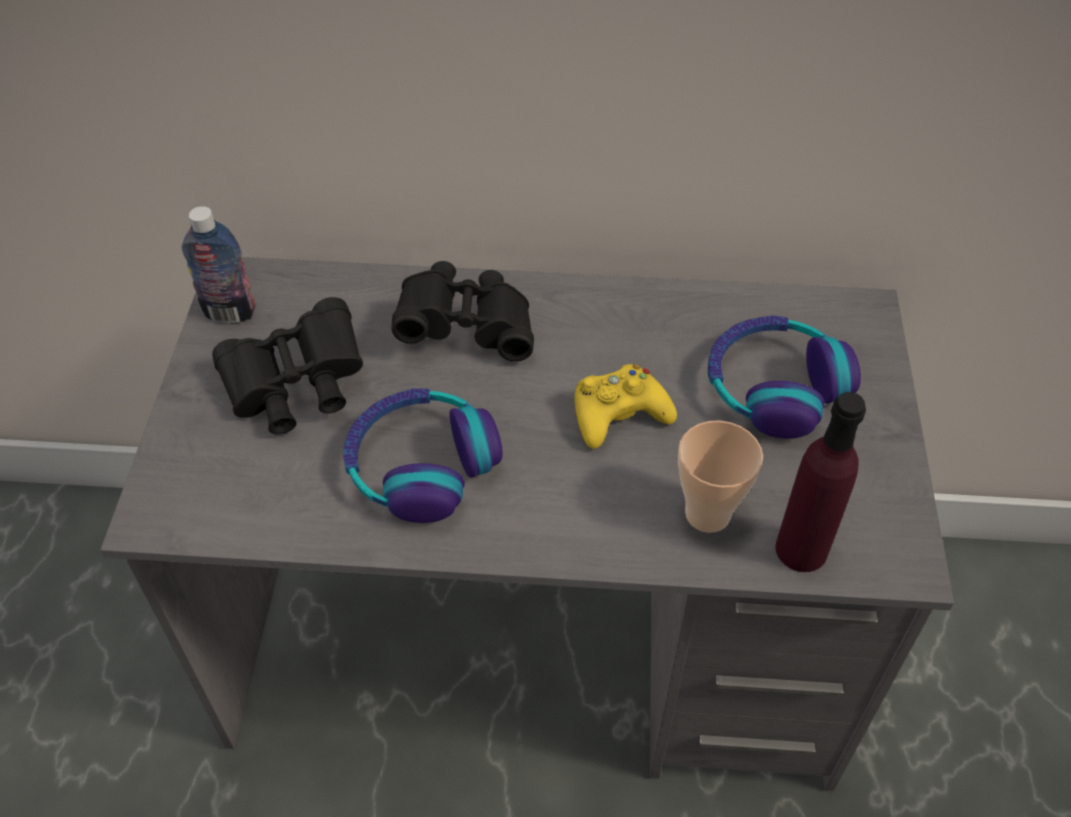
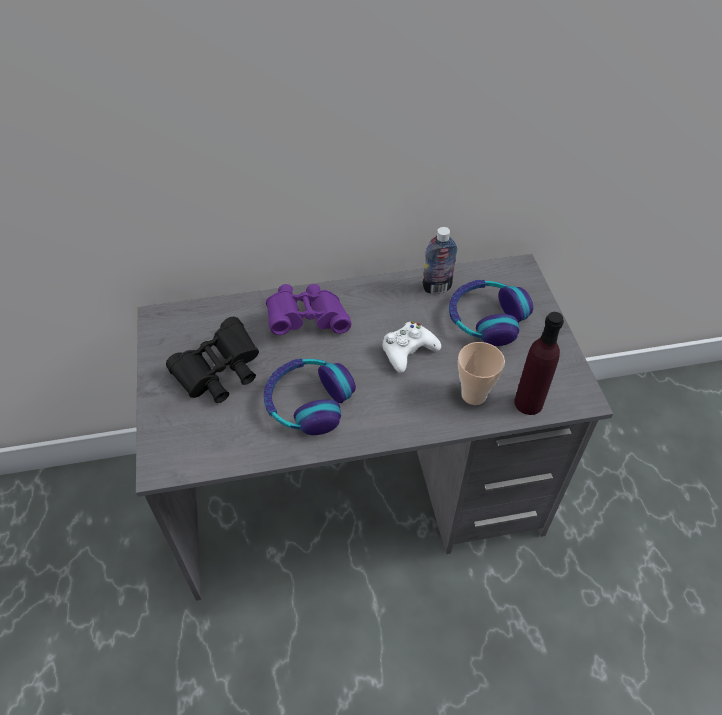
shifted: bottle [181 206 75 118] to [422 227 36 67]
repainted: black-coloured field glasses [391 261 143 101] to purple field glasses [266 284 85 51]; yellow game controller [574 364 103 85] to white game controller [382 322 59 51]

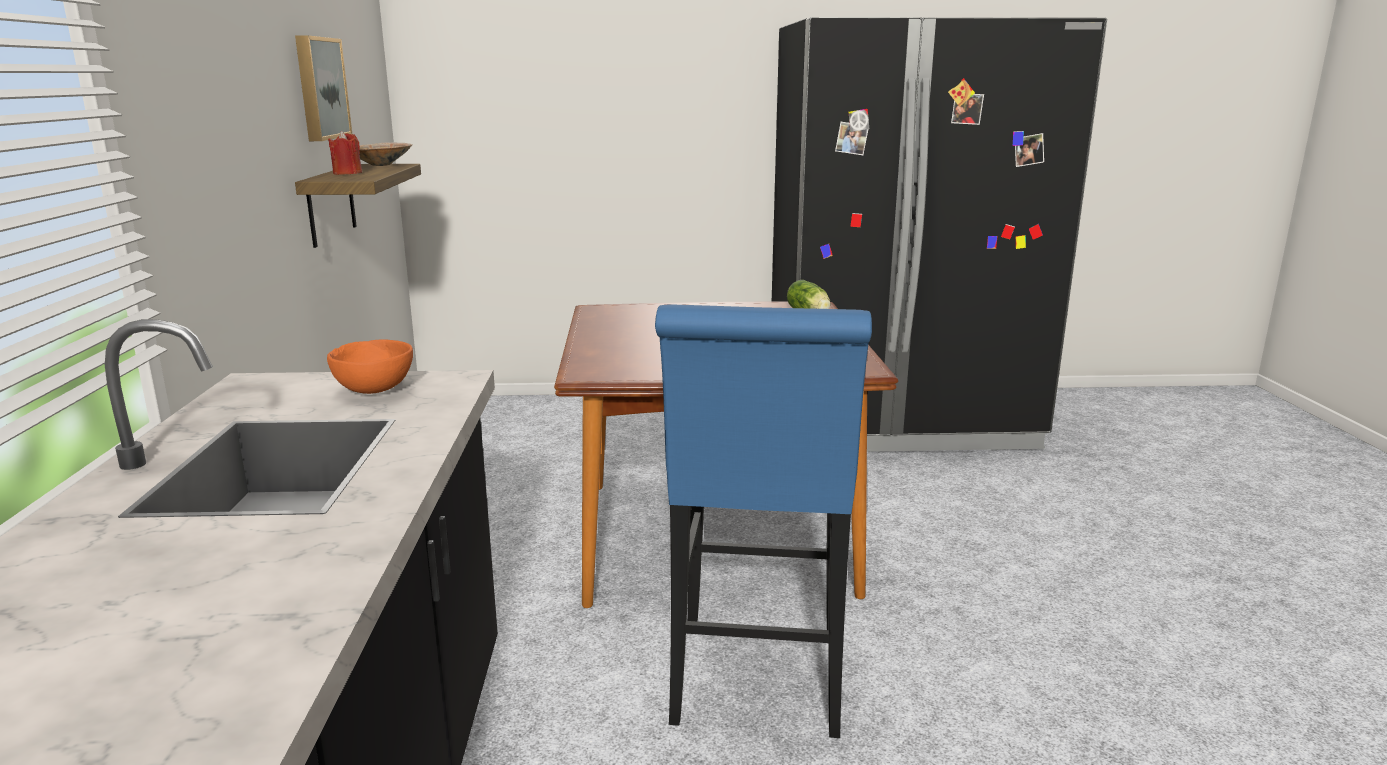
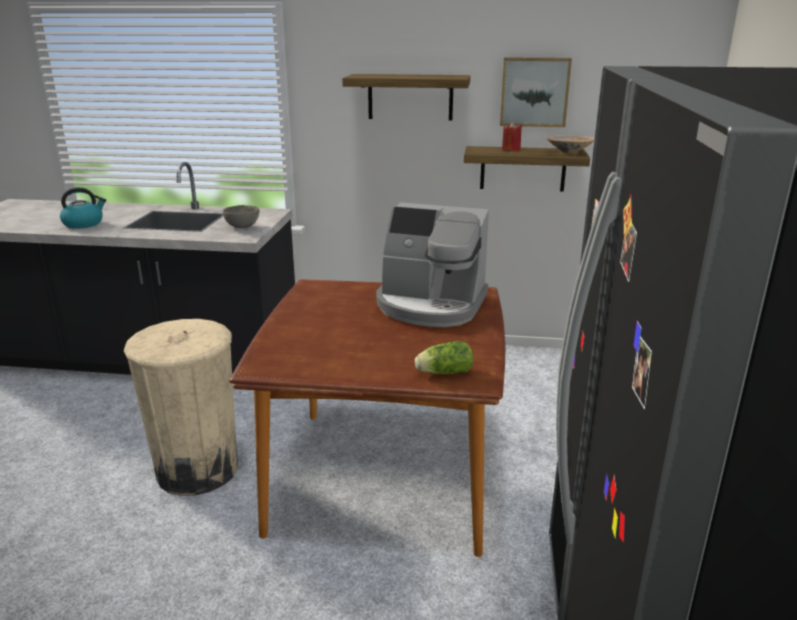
new: wall shelf [342 74 128 47]; water kettle [60 187 46 42]; coffee machine [376 202 113 125]
swapped: blue stool [655 304 217 434] to beige-coloured rubbish bin [124 319 114 177]
repainted: orange-coloured serving bowl [327 339 86 55] to grey serving bowl [223 205 36 23]

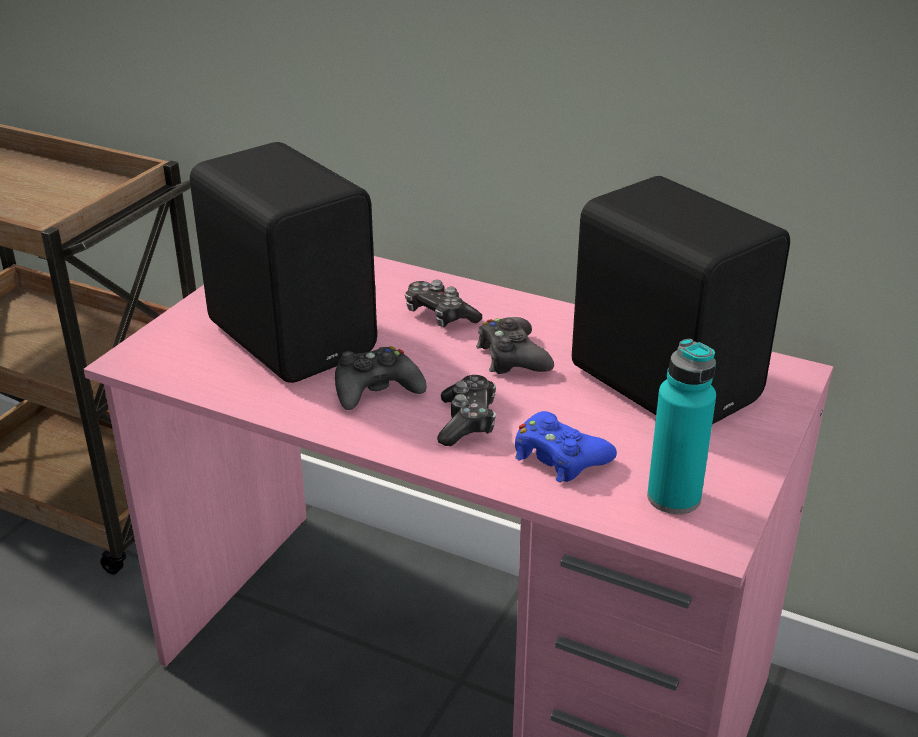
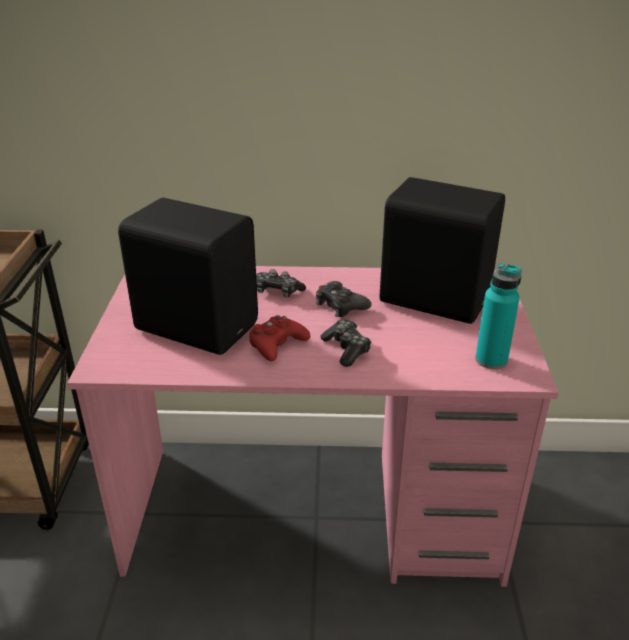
gone: blue game controller [515 411 102 72]
repainted: black-coloured game controller [335 346 92 64] to red-coloured game controller [249 315 61 47]

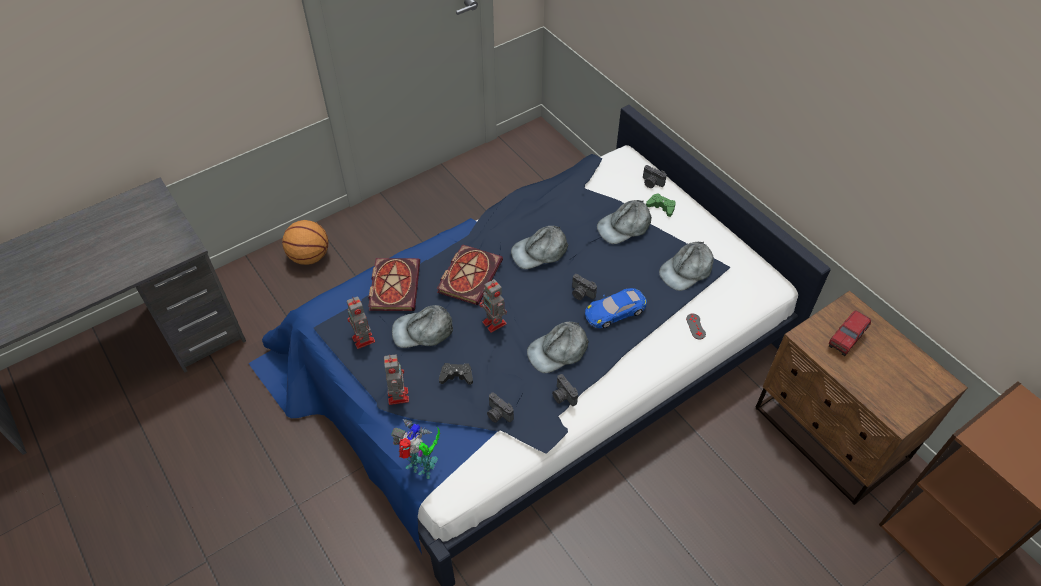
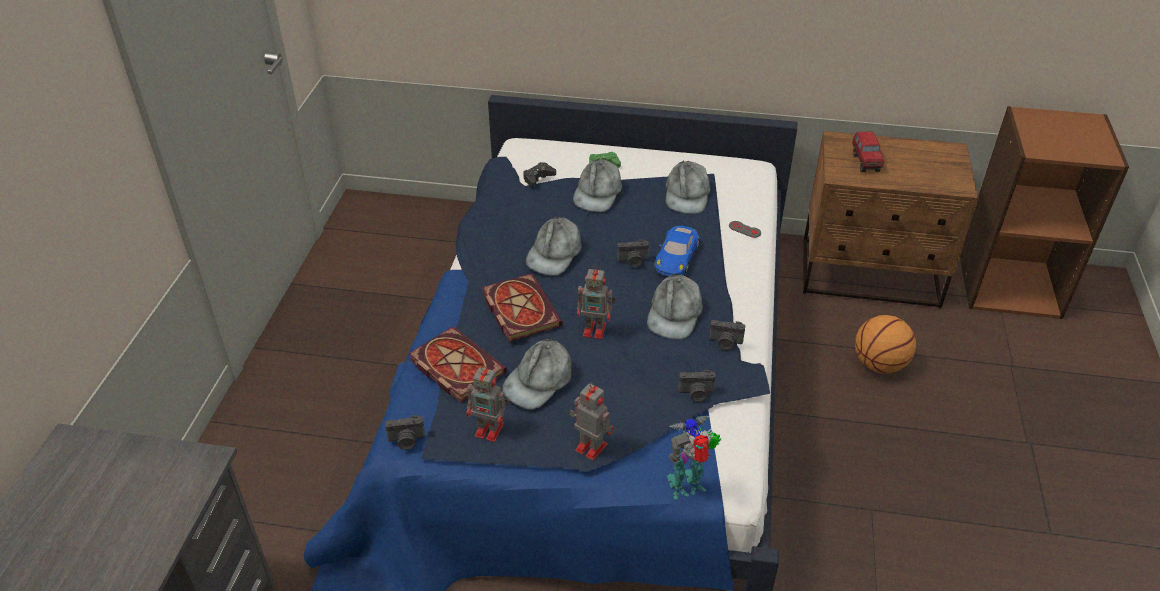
shifted: photo camera [643 165 24 23] to [385 415 40 35]; ball for basketball [282 220 47 45] to [855 315 61 59]; black-coloured game controller [439 363 34 22] to [523 162 33 25]

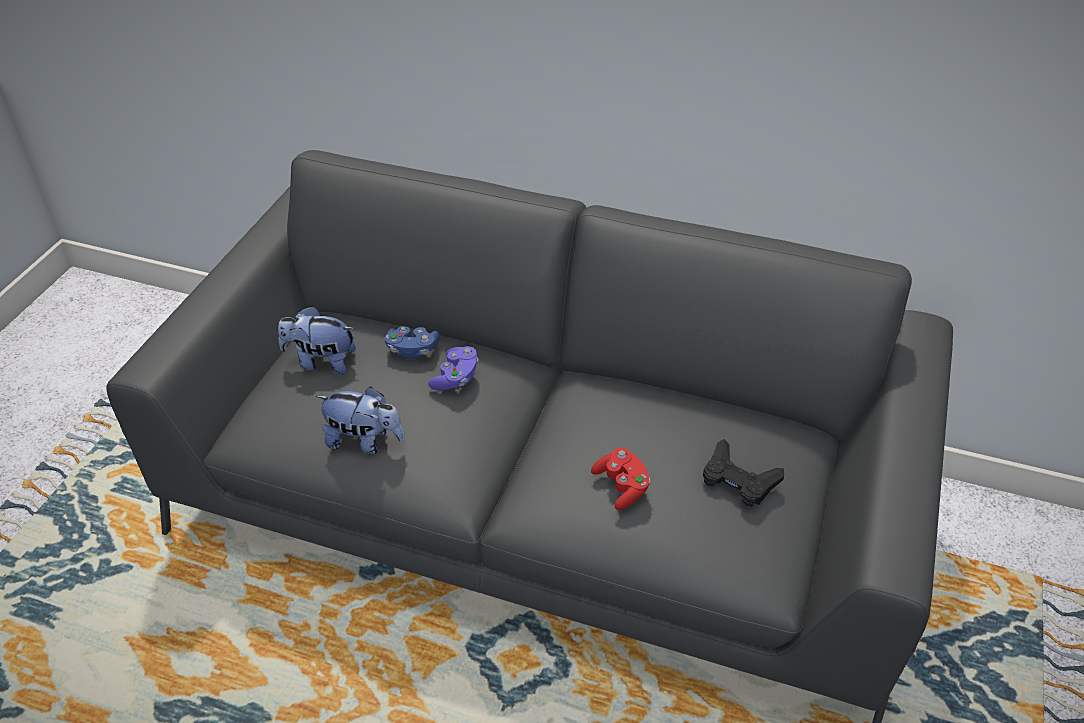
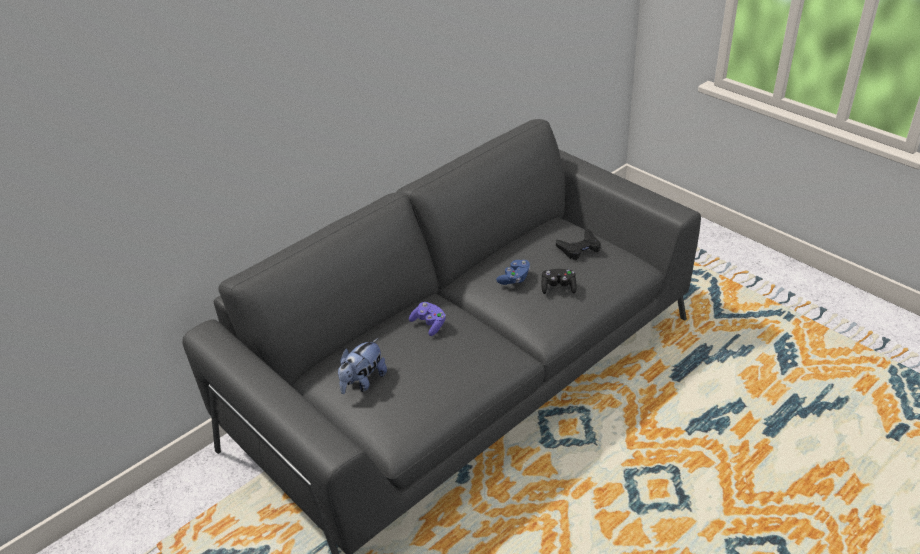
gone: plush toy [316 386 89 68]
shifted: blue game controller [385 326 55 33] to [496 260 34 25]
repainted: red-coloured game controller [591 448 60 62] to black-coloured game controller [541 269 35 25]

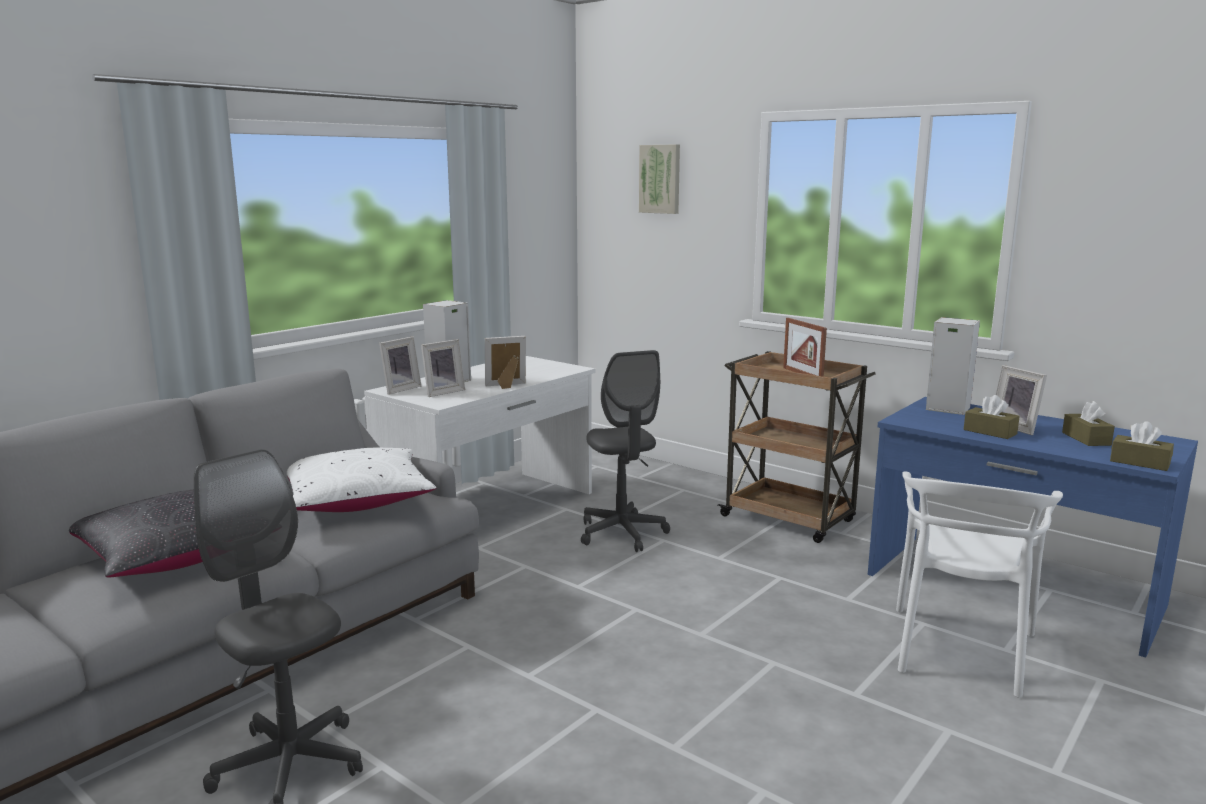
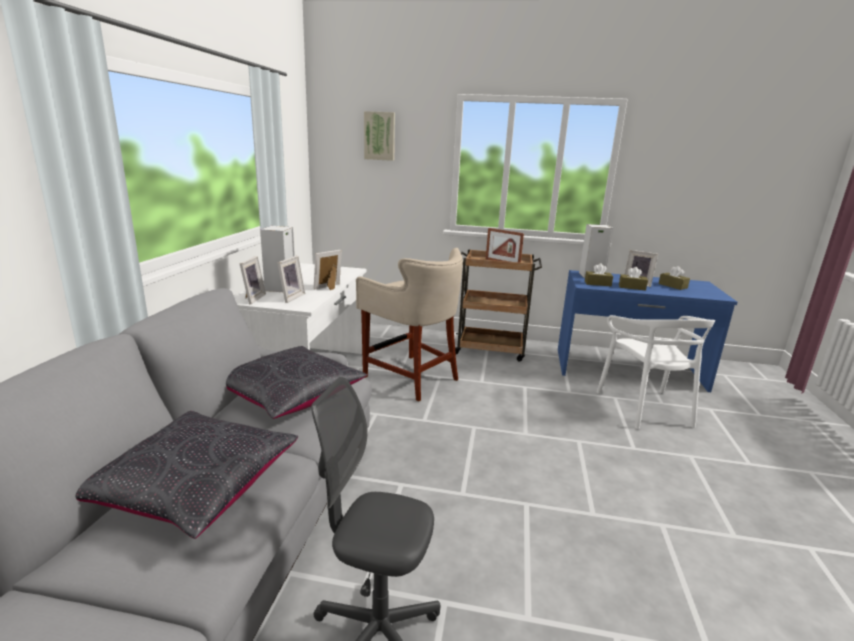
shifted: brownish tissue box [1110 421 64 50] to [585 263 28 23]
swapped: grey office chair [581 350 89 202] to beige-coloured stool [356 248 107 154]
repainted: white pillow [287 448 149 64] to black-coloured pillow [226 346 141 73]

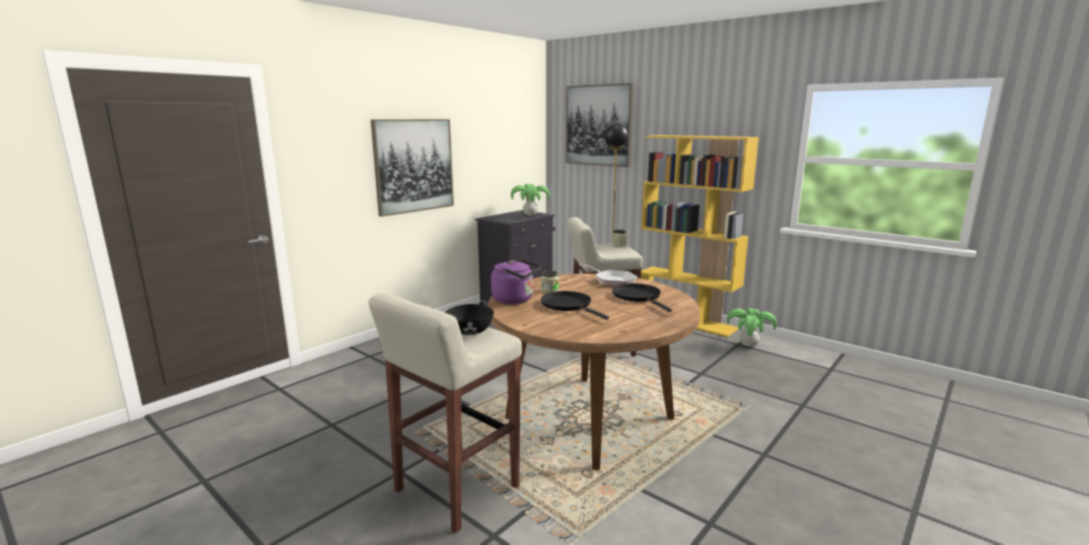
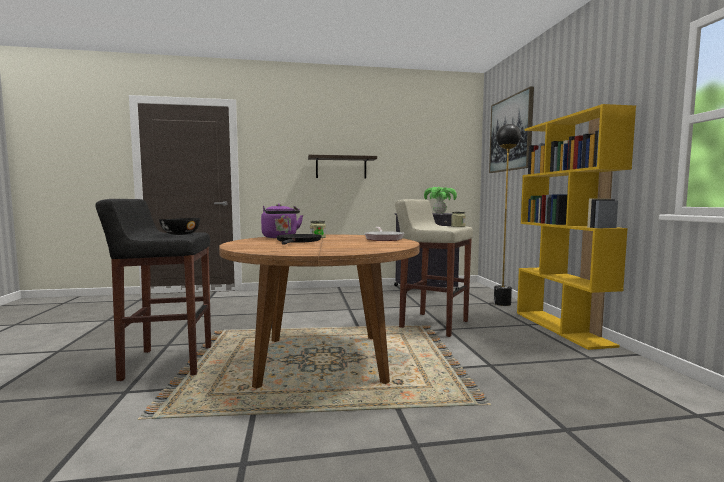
gone: black-coloured pan [612 283 60 29]; potted plant [727 308 50 39]
swapped: wall picture [371 119 83 98] to wall shelf [308 155 69 23]
repainted: beige-coloured stool [368 293 154 240] to black-coloured stool [95 199 116 182]

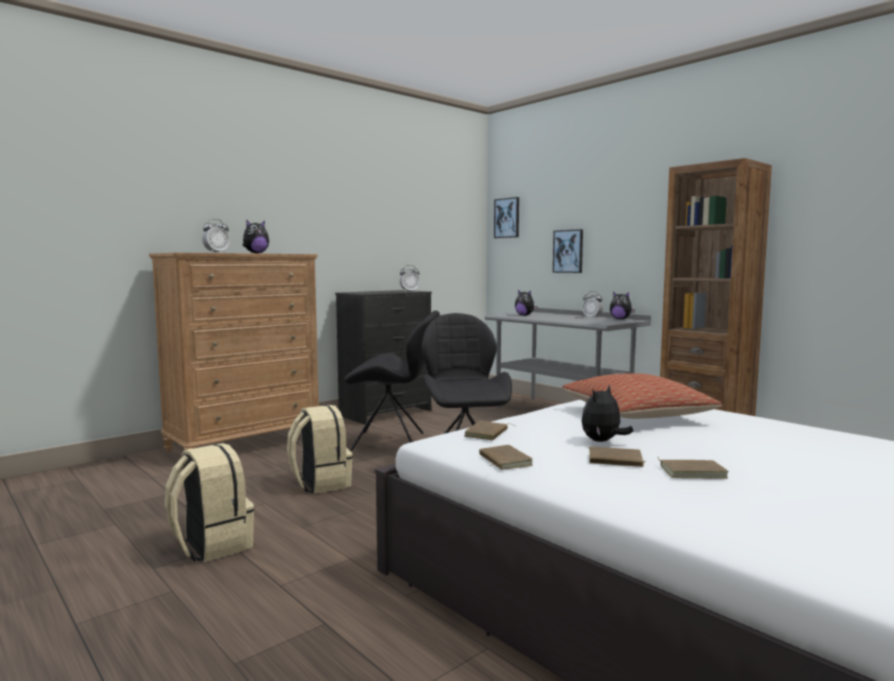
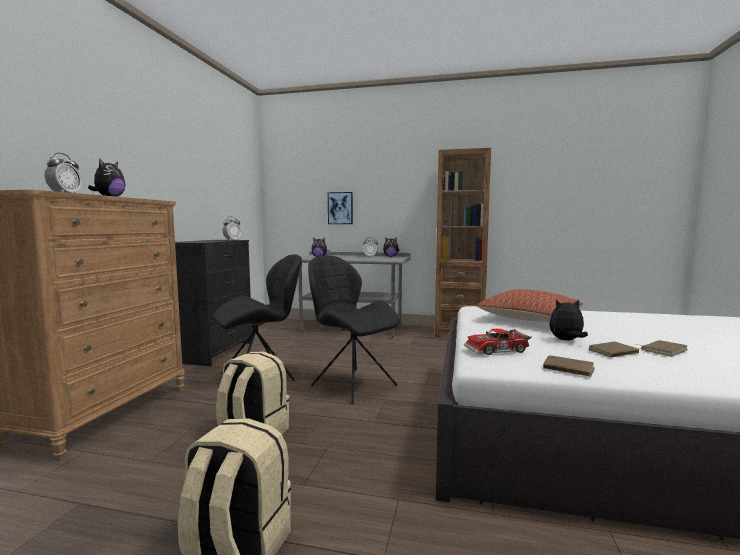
gone: wall picture [494 197 25 41]
swapped: brownish volume [464 421 53 19] to model car [464 329 68 26]
rotated: plush toy [582 385 51 57] = [549 299 39 41] 75 degrees clockwise

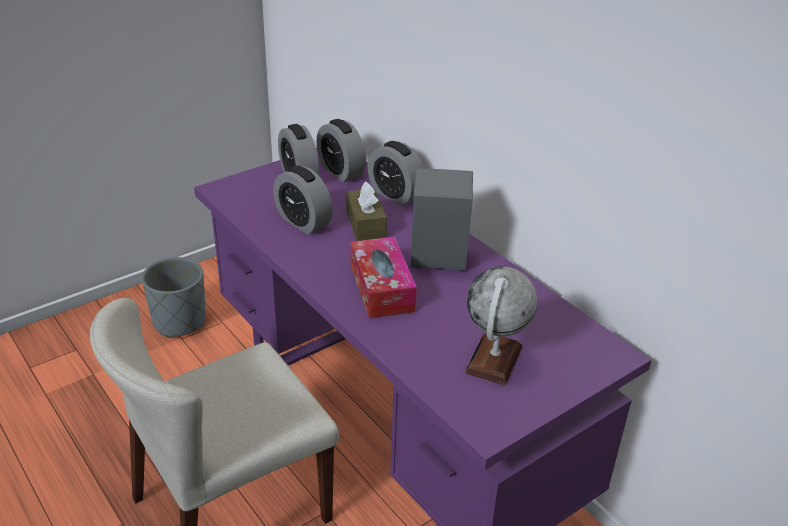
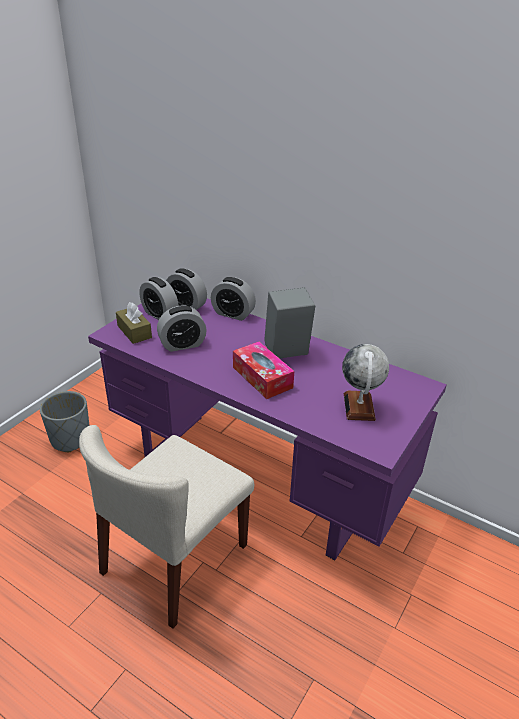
shifted: brownish tissue box [346 182 41 59] to [116 302 36 42]
rotated: table clock [273 165 60 69] = [157 305 50 47] 45 degrees counterclockwise

